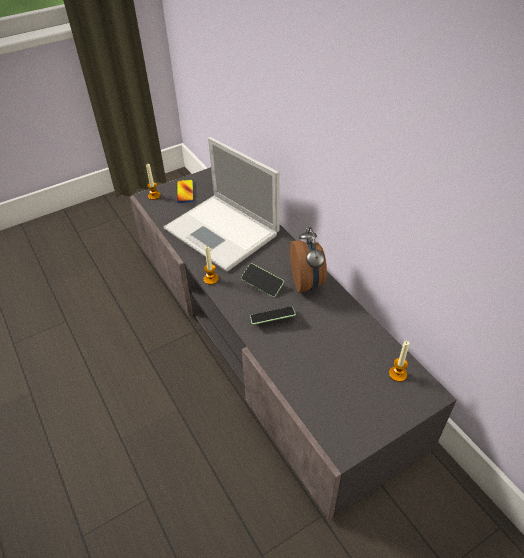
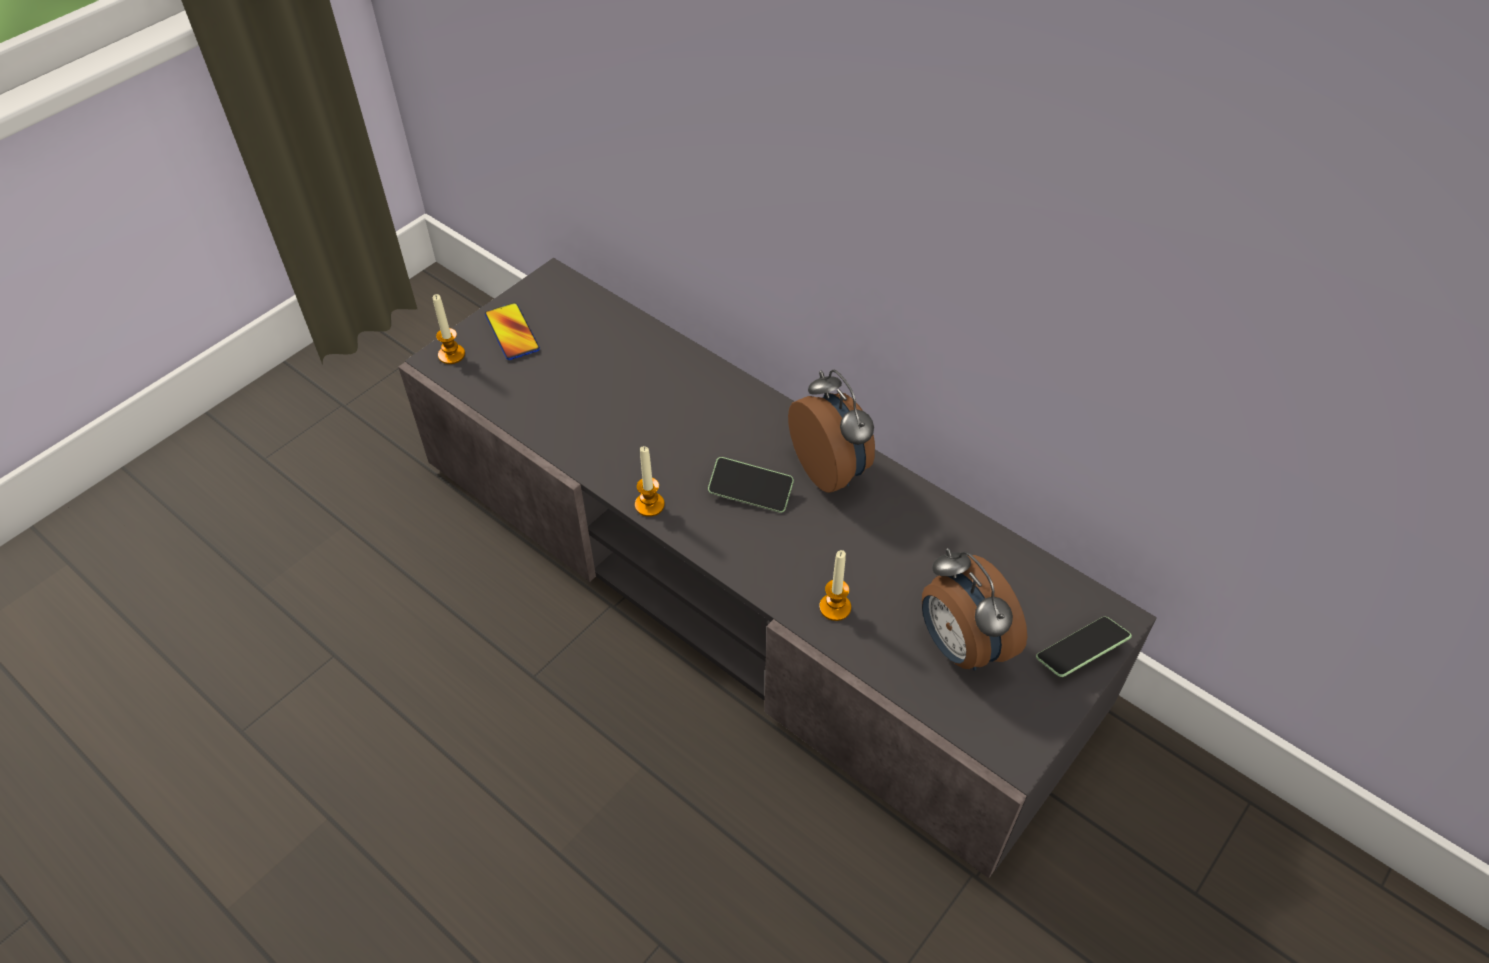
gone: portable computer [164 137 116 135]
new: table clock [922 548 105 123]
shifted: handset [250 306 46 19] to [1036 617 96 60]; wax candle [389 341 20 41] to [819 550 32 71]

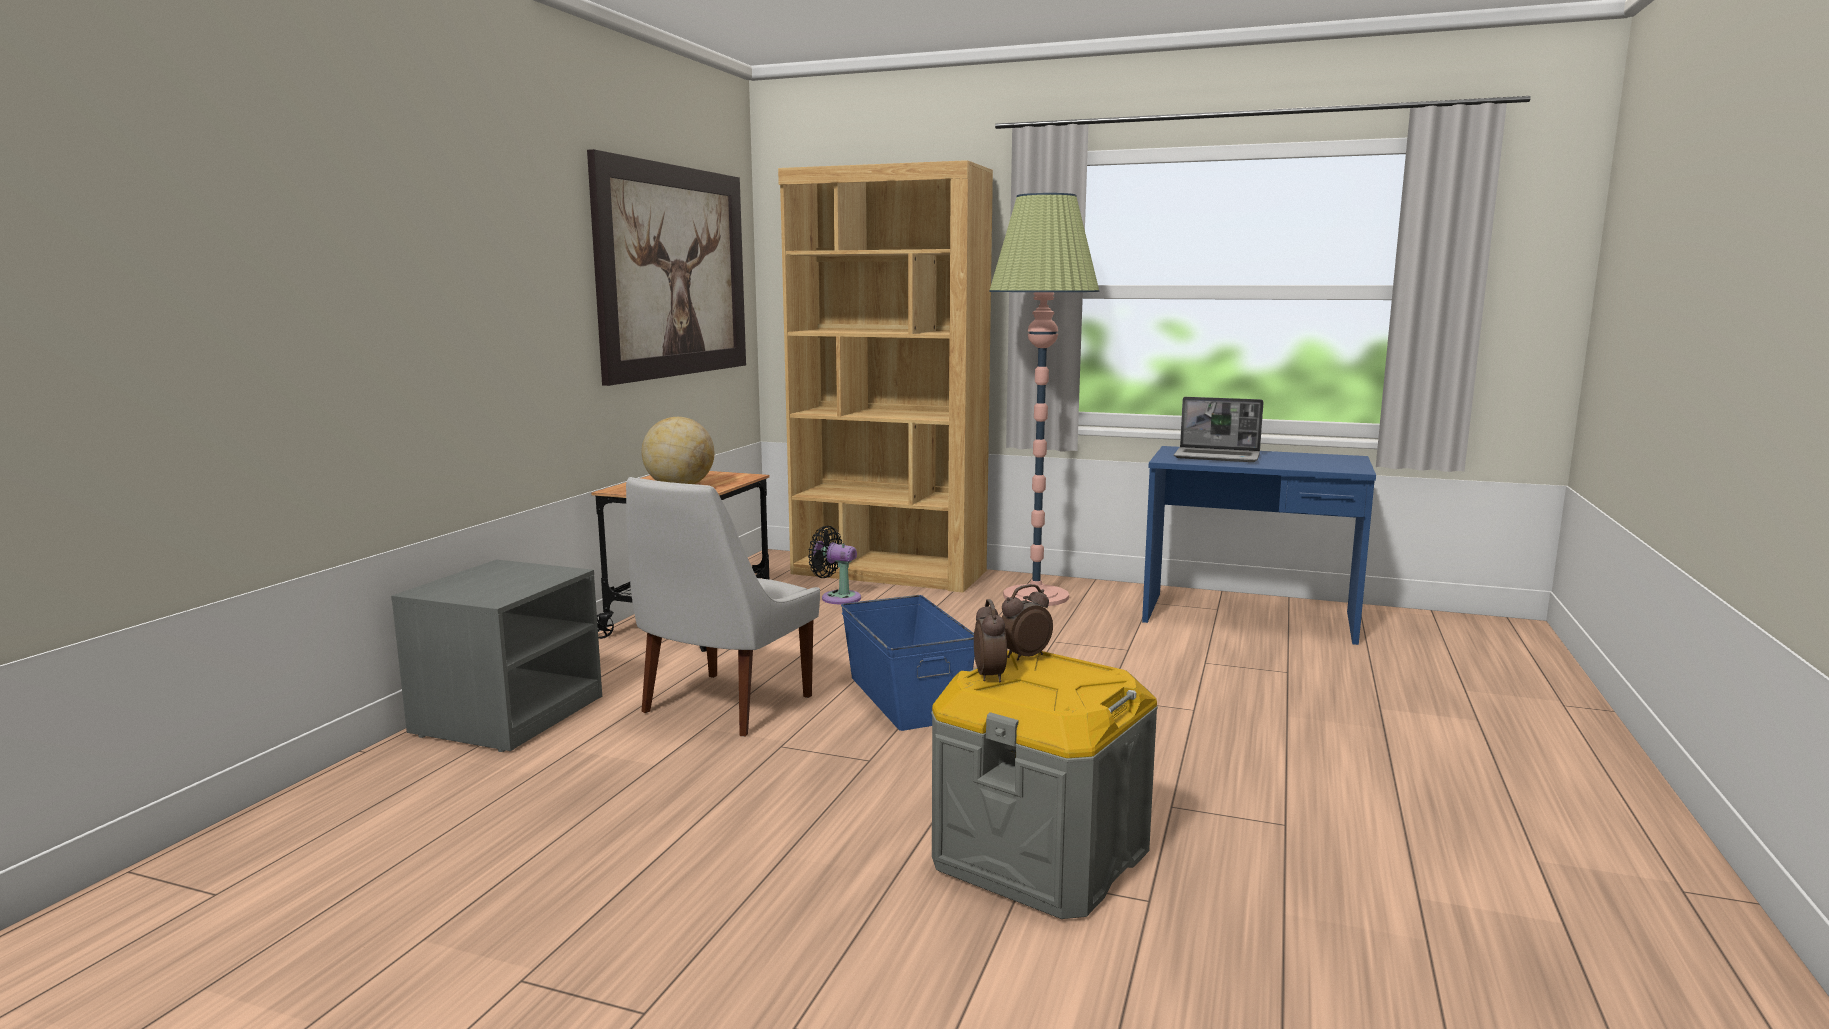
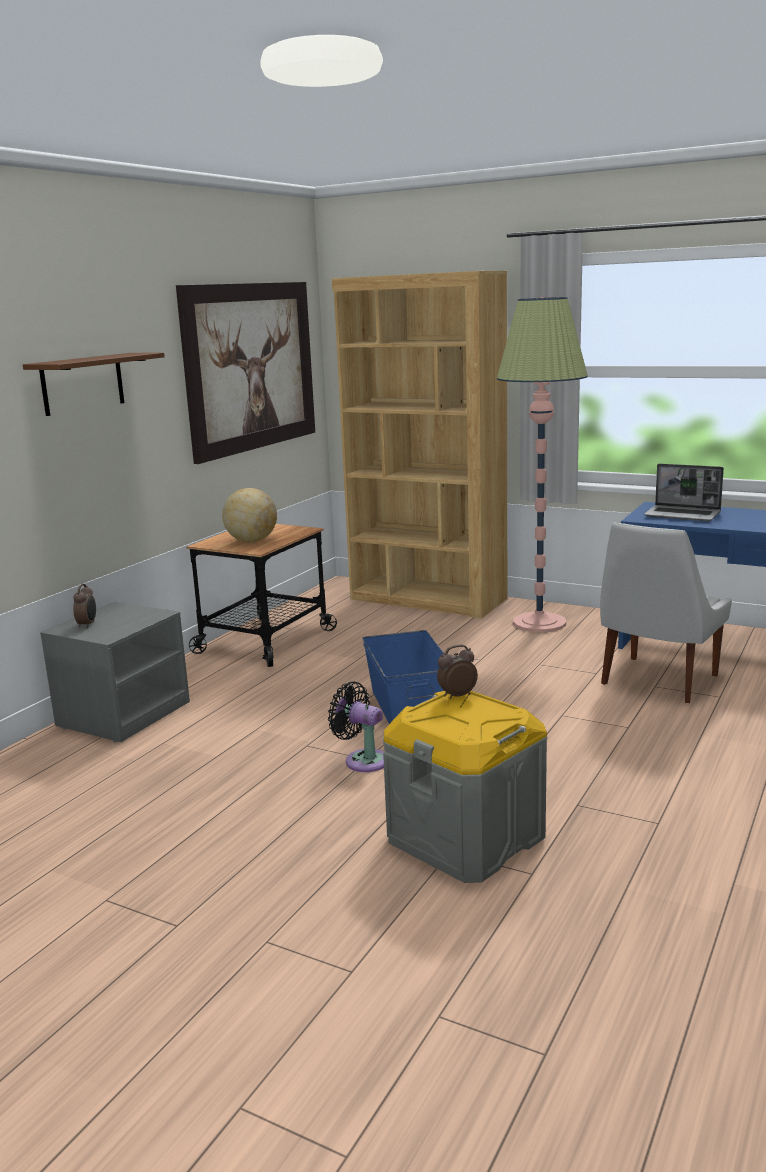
new: brownish wall shelf [23 352 142 64]
shifted: white chair [626 477 194 260] to [600 522 132 181]; black-coloured electric fan [808 526 53 78] to [328 682 56 90]; table clock [974 599 33 83] to [73 584 23 44]

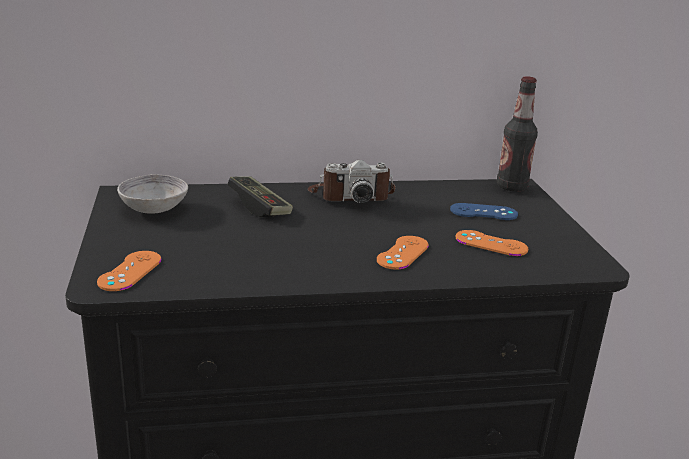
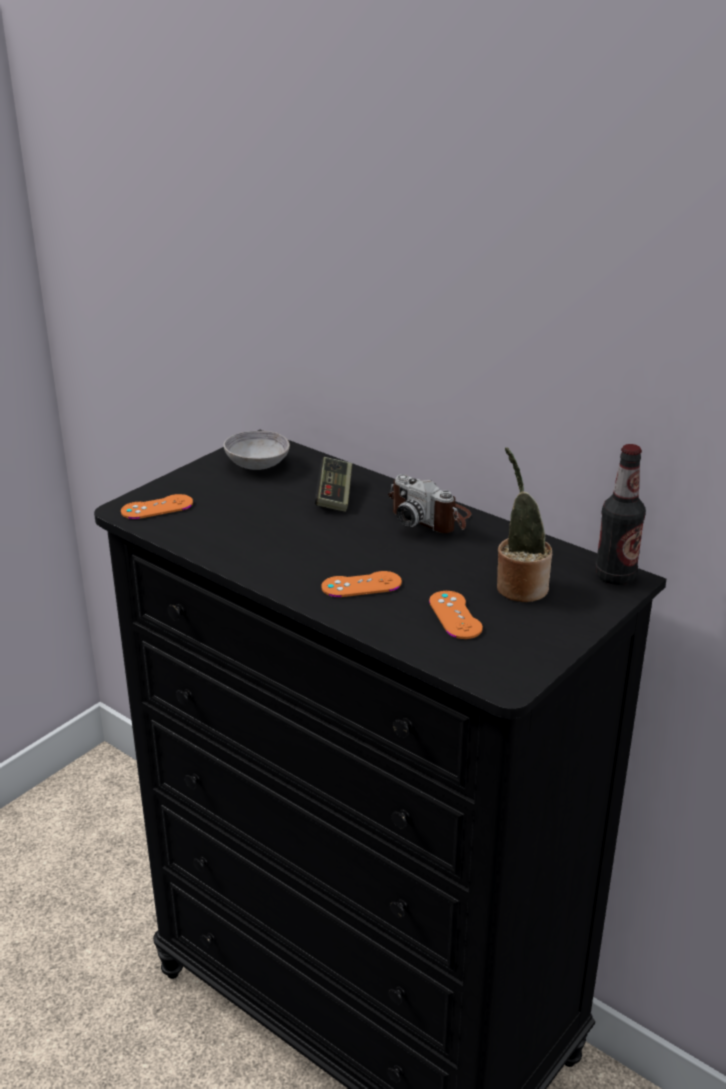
swapped: blue game controller [450 203 68 17] to potted plant [497 447 55 155]

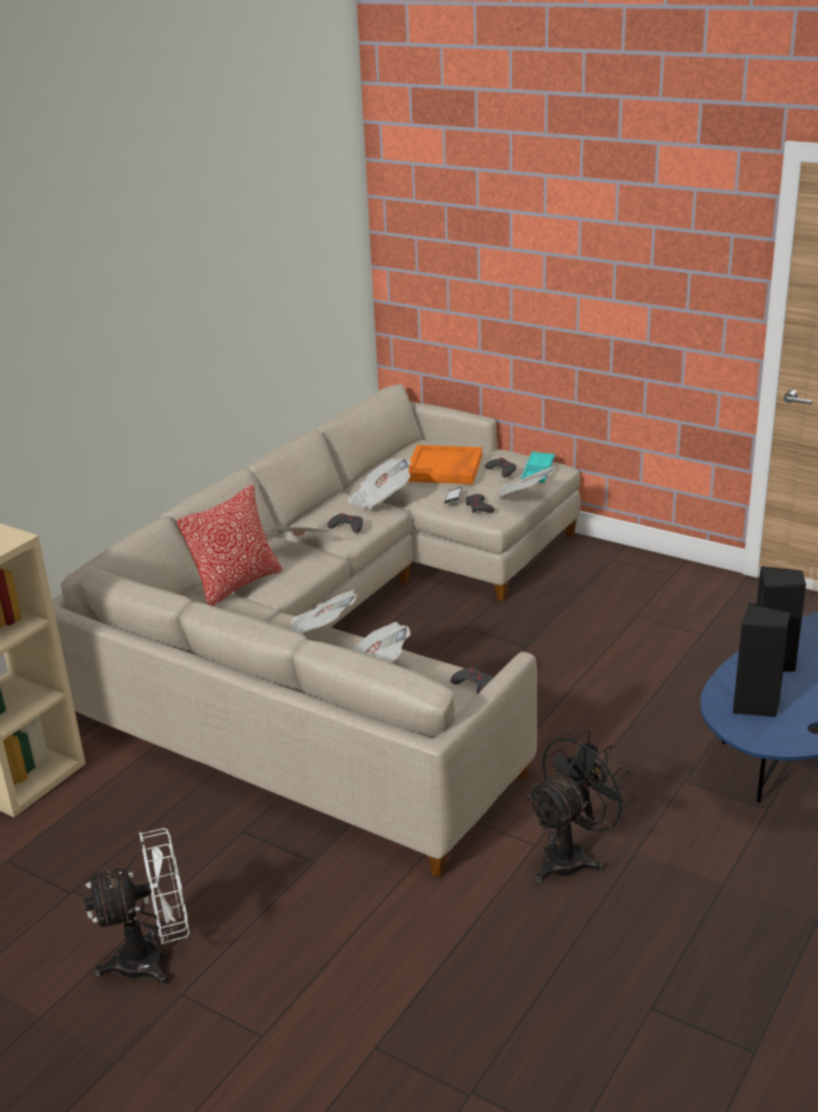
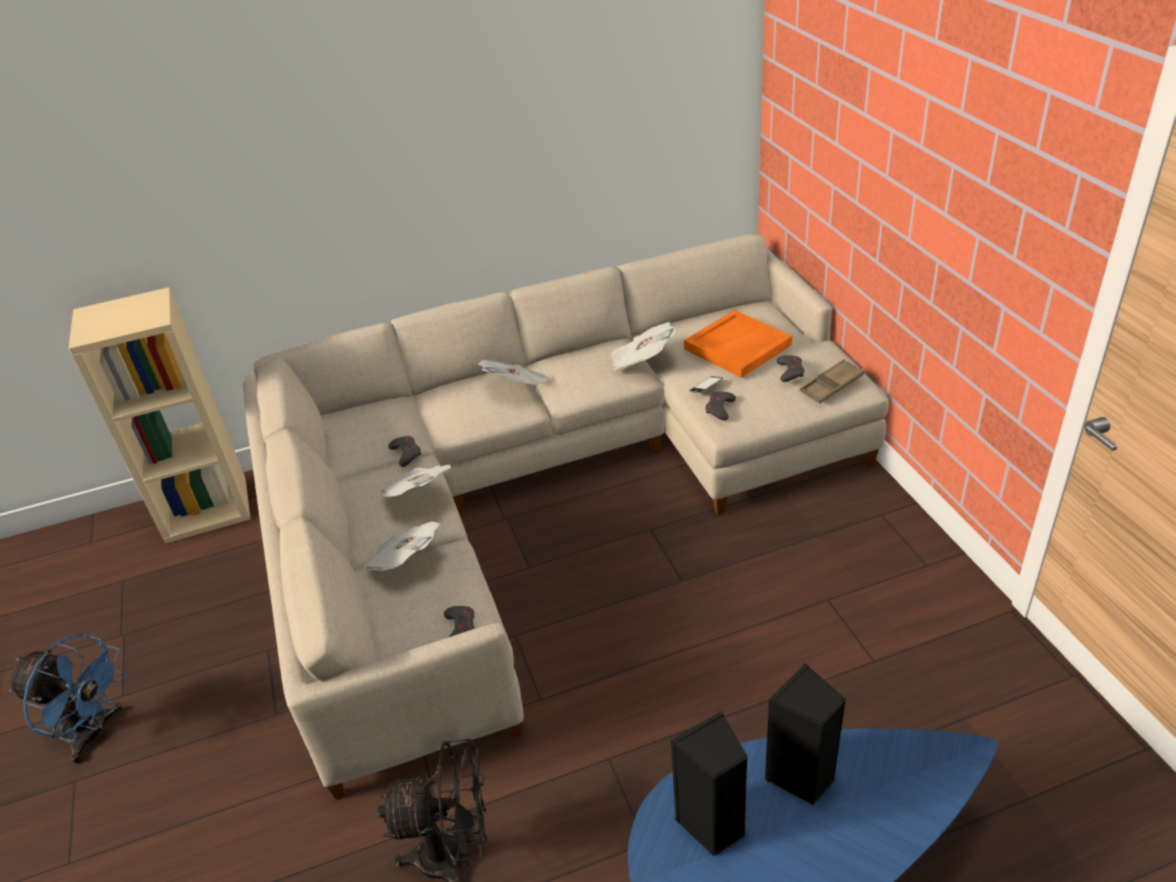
gone: daily paper [495 466 60 32]; pillow [177 485 105 121]
shifted: grey game controller [327 513 36 20] to [388 436 33 31]
repainted: turquoise-coloured serving tray [521 451 34 32] to brownish serving tray [800 359 64 44]; white electric fan [83 828 106 158] to blue electric fan [9 633 117 131]

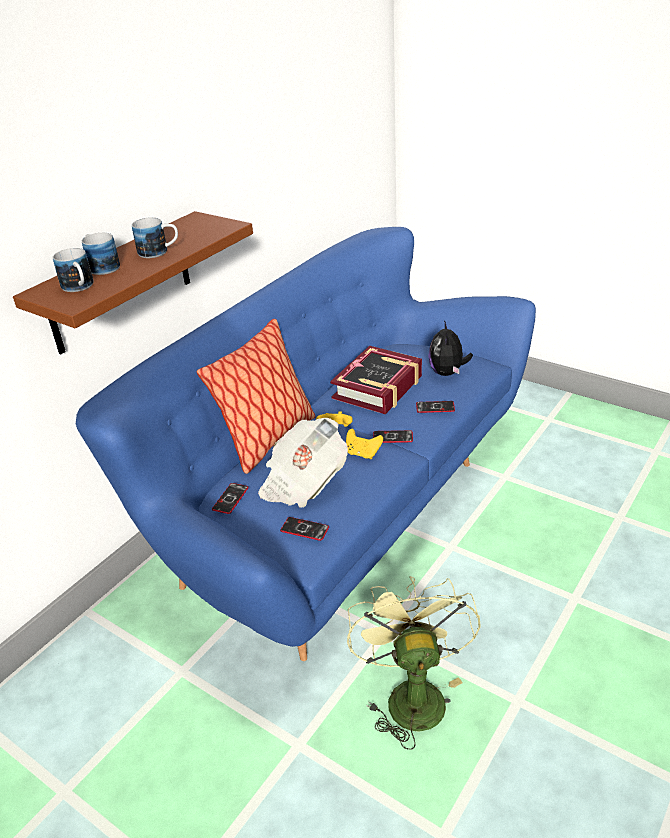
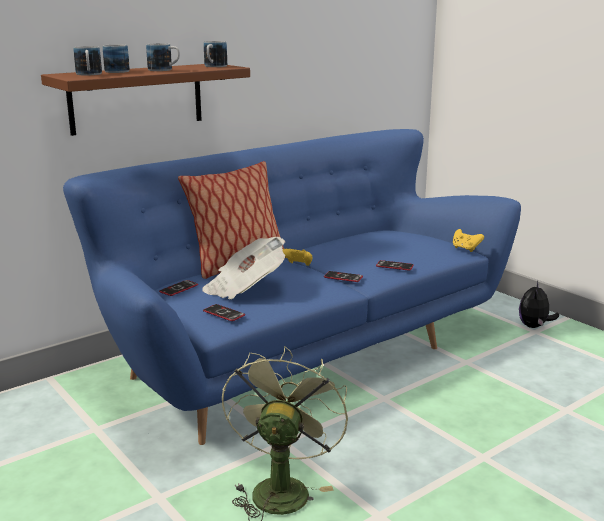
gone: volume [330 346 92 68]
new: mug [204 41 23 26]
shifted: plush toy [428 320 45 56] to [519 281 40 47]; yellow game controller [346 429 37 30] to [453 229 31 23]

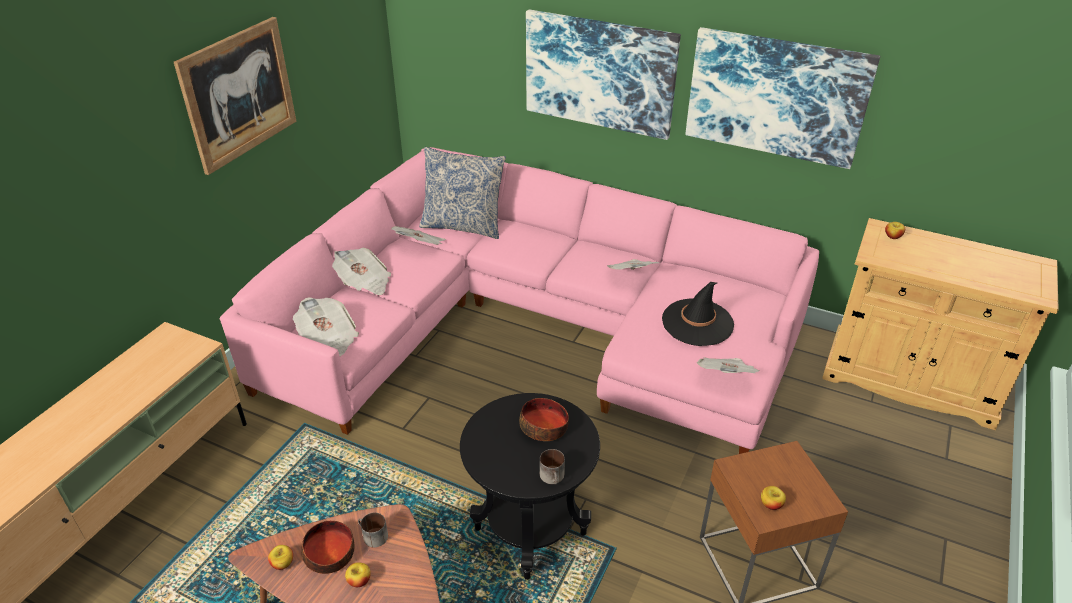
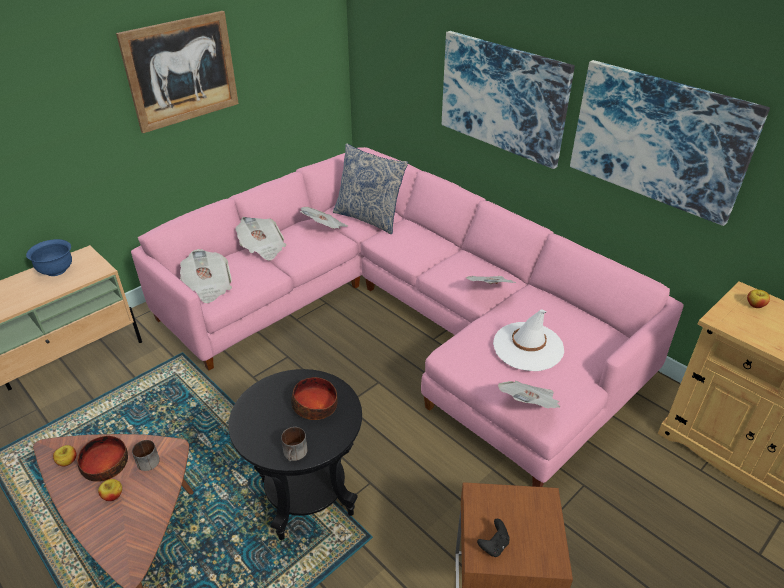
new: blue serving bowl [26 239 46 37]
swapped: whole apple [761 486 25 24] to black-coloured game controller [477 519 33 38]
repainted: black-coloured wearable hat [662 282 72 64] to white wearable hat [493 309 71 62]

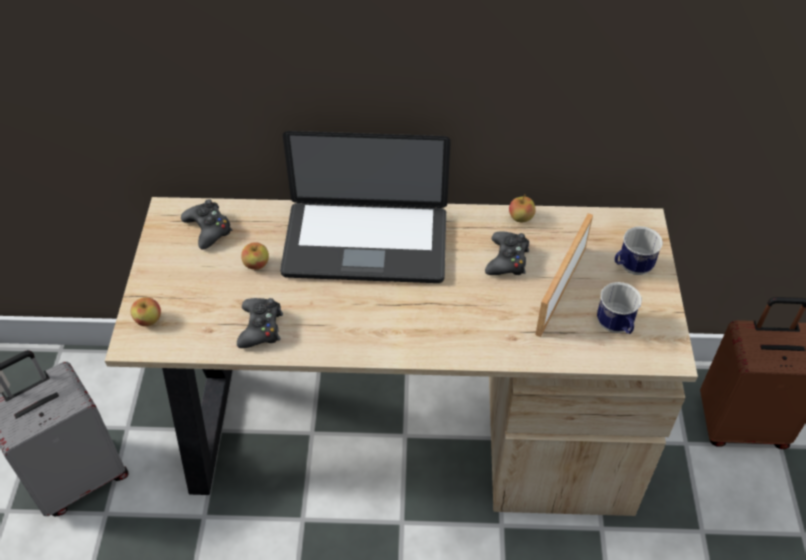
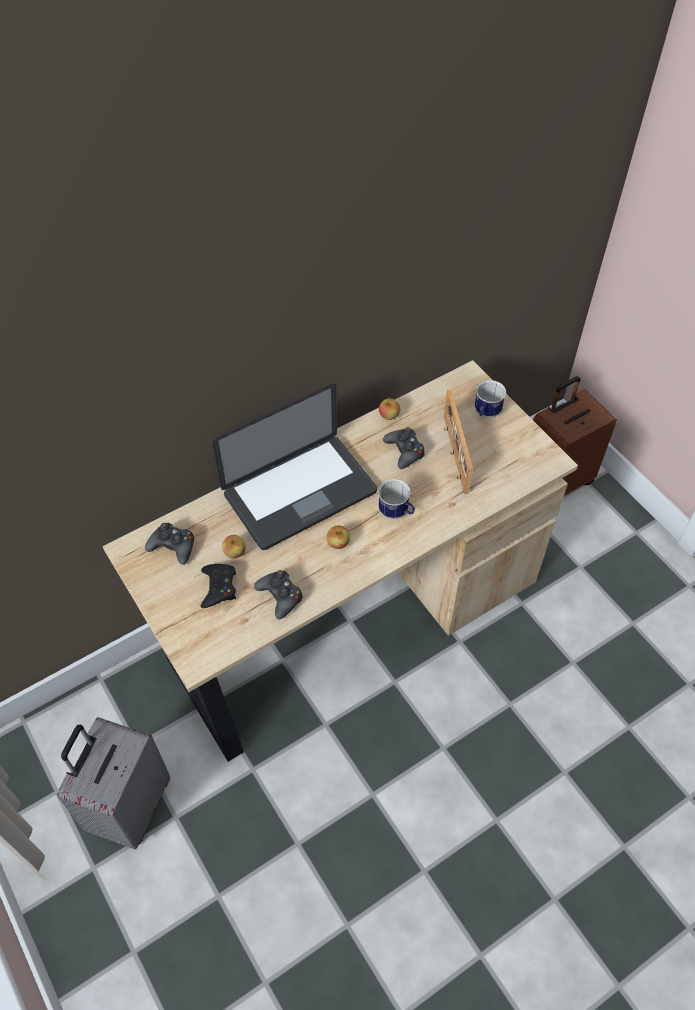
new: black-coloured game controller [200 564 36 44]
shifted: mug [597 282 45 52] to [378 479 37 40]; whole apple [130 297 31 29] to [327 526 23 23]

